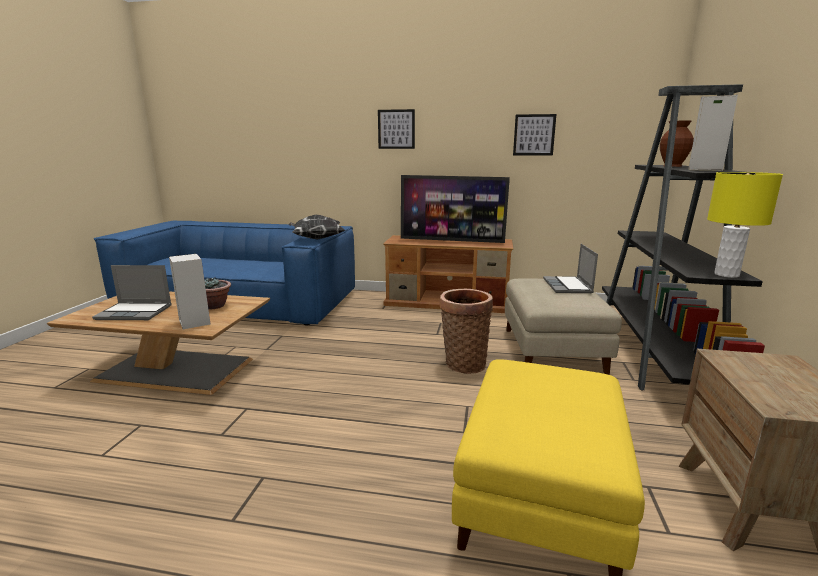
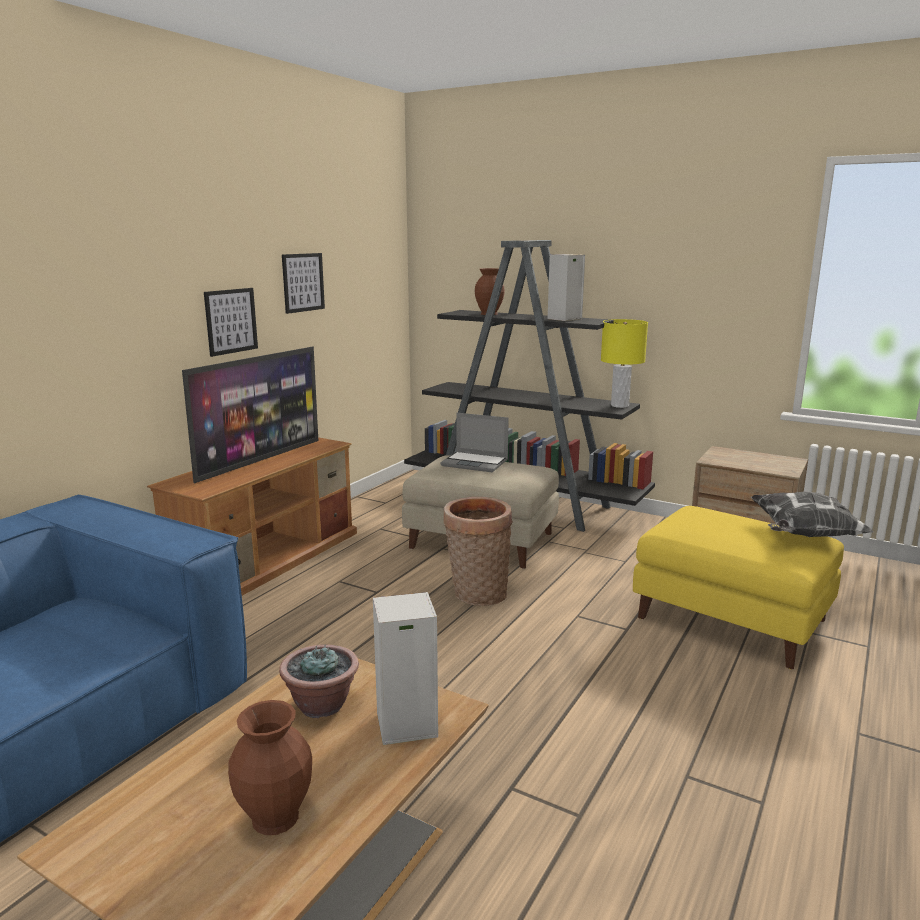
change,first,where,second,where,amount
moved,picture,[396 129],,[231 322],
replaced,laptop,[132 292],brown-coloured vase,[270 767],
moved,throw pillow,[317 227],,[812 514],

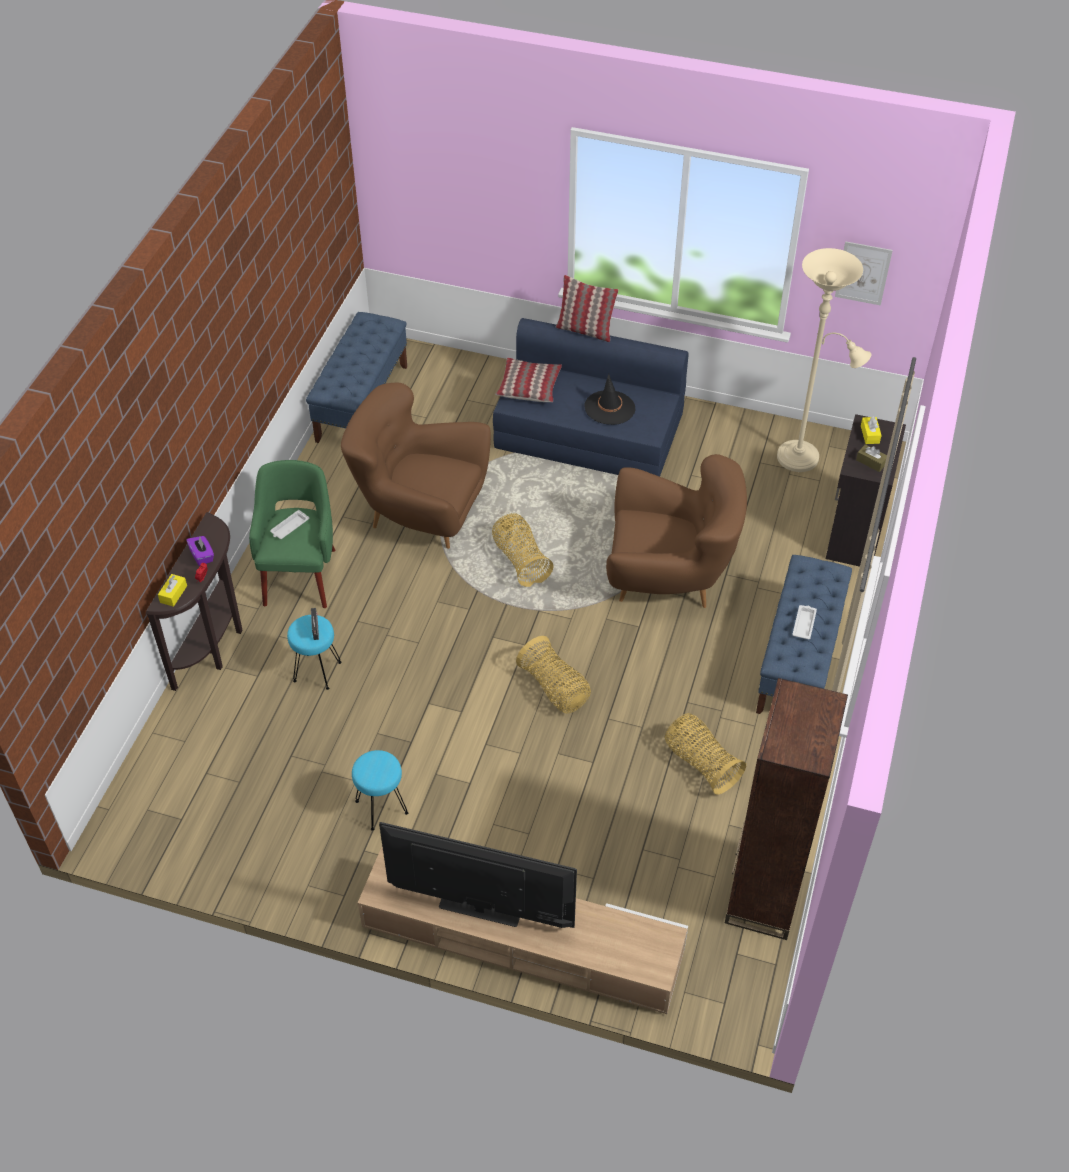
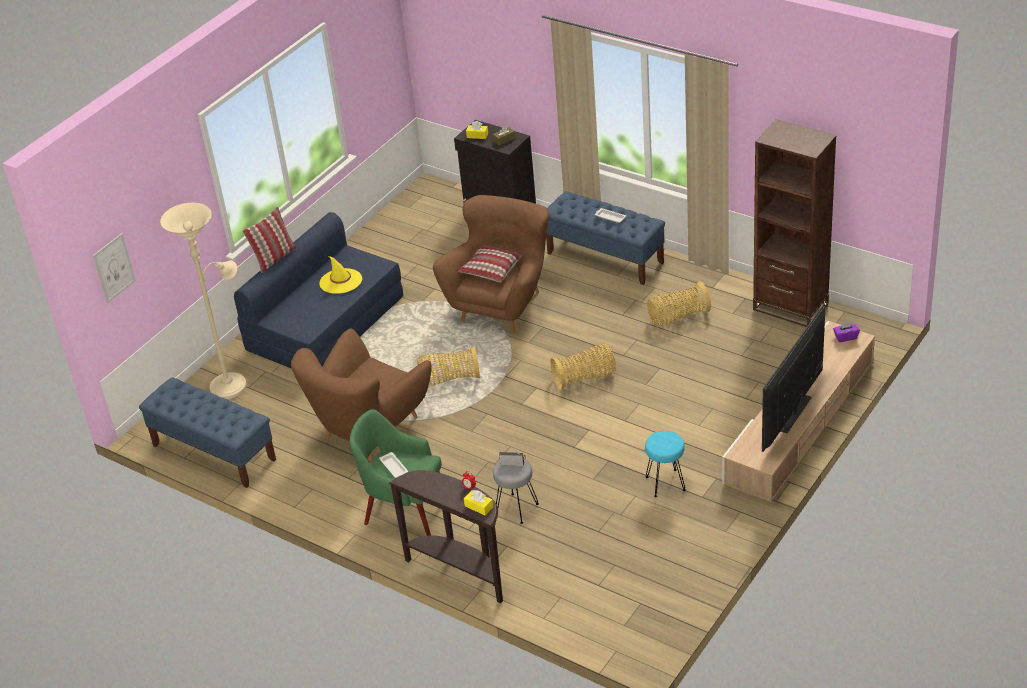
change,first,where,second,where,amount
moved,picture,[864 273],,[114 268],
moved,beige floor lamp,[824 360],,[203 301],
recoloured,blackish hat,[609 399],yellow-coloured hat,[340 274],
moved,throw pillow,[528 380],,[490 264],
recoloured,turquoise sitting stool,[314 652],gray sitting stool,[516 491],
moved,purplish tissue box,[200 551],,[846 331],

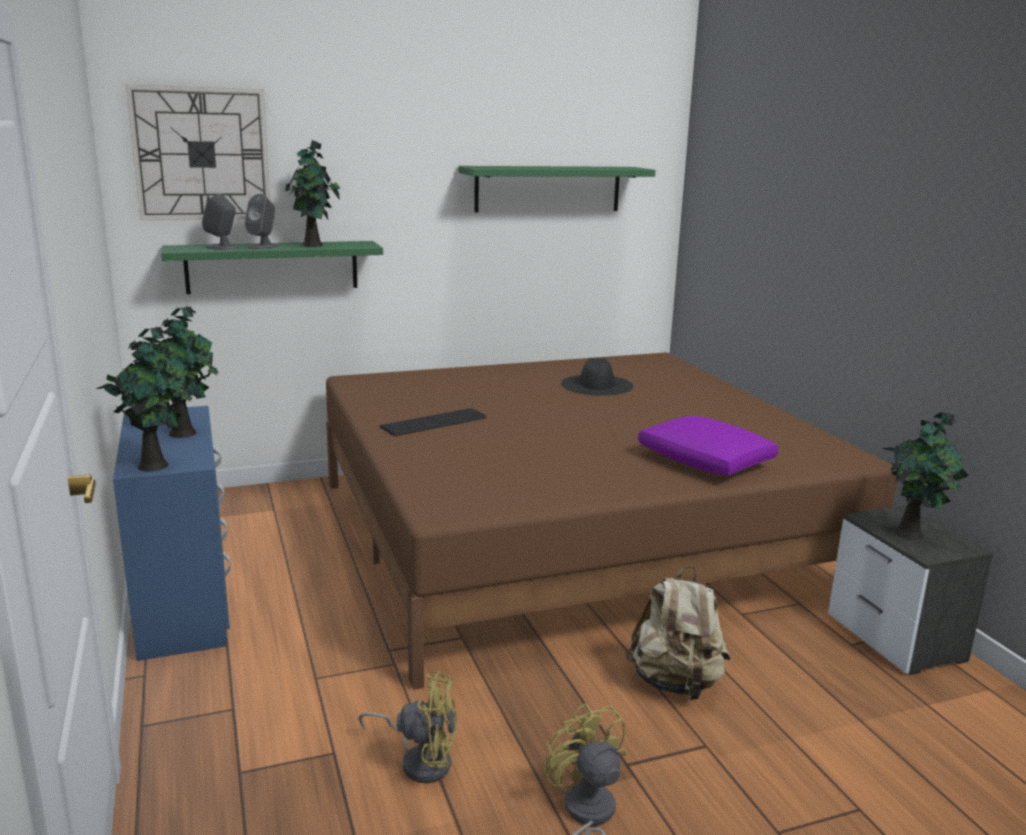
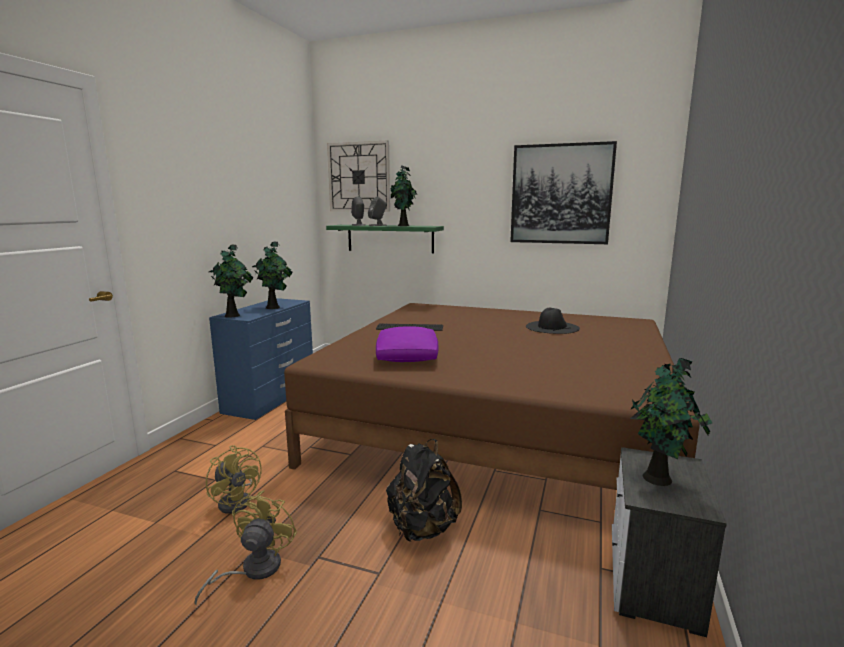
change,first,where,second,where,amount
moved,purplish throw pillow,[708 446],,[407 344],
recoloured,beige knapsack,[677 632],blackish knapsack,[424 490],
replaced,greenish shelf,[557 189],picture,[563 192],

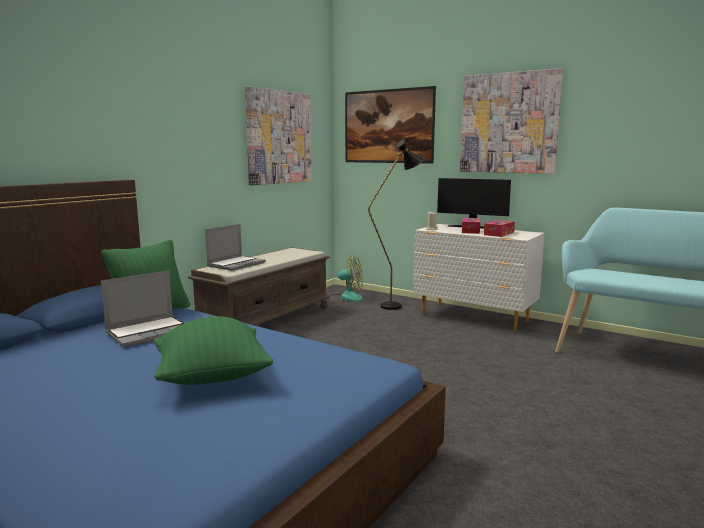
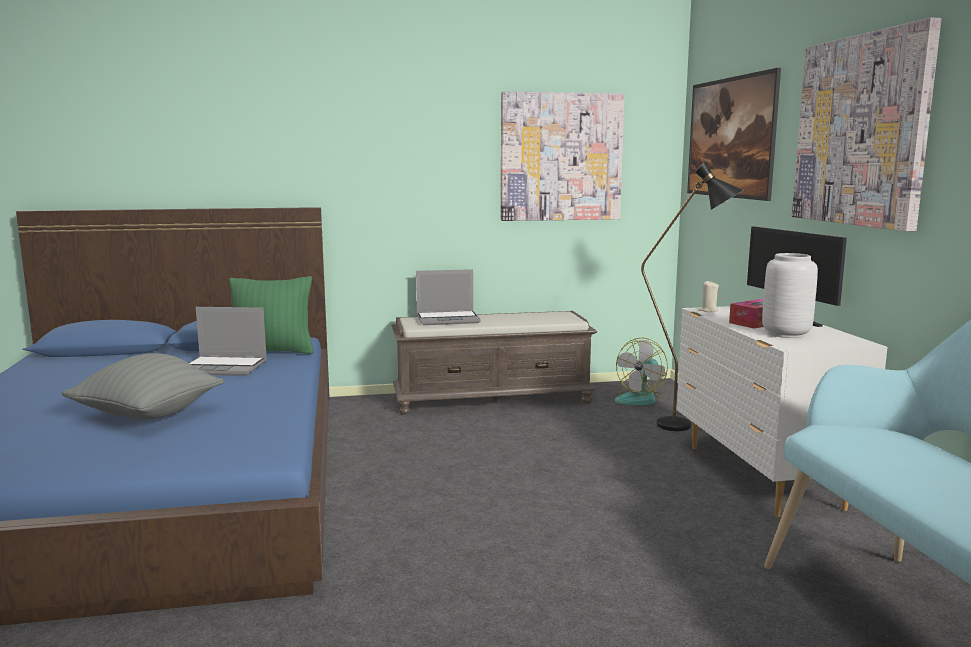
change,first,where,second,where,amount
recoloured,greenish throw pillow,[213 350],gray throw pillow,[143 386],
turned,fan,[345 279],,[641 371],75 degrees clockwise
replaced,tissue box,[499 228],gray vase,[790 295],

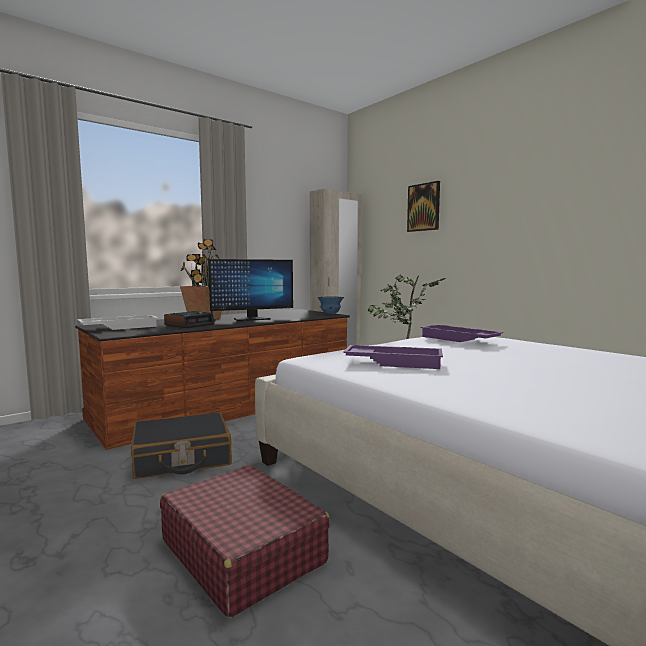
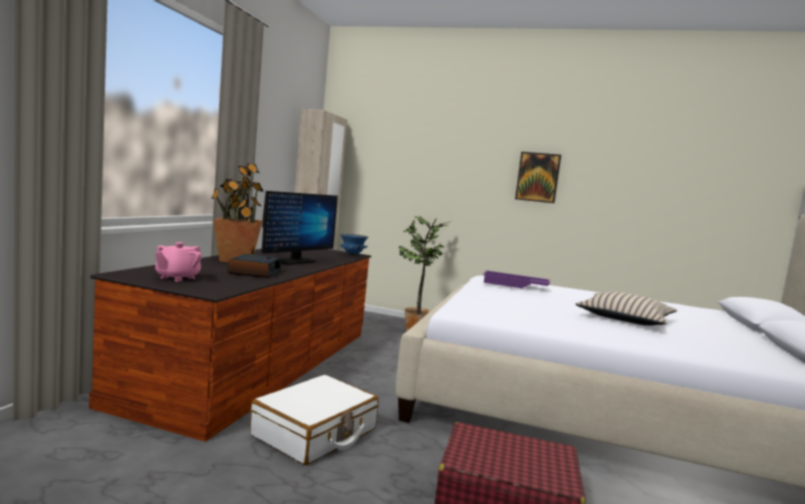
change,first,where,second,where,amount
replaced,white-coloured serving tray,[117 322],pink tea pot,[178 262],
recoloured,blackish suitcase,[181 445],white-coloured suitcase,[314 420],
moved,picture,[423 206],,[538 177],
added,,,beige throw pillow,[626 308],
removed,purplish serving tray,[393 357],,,

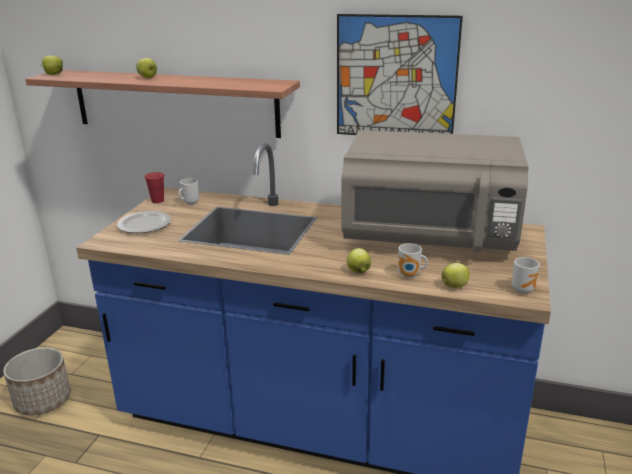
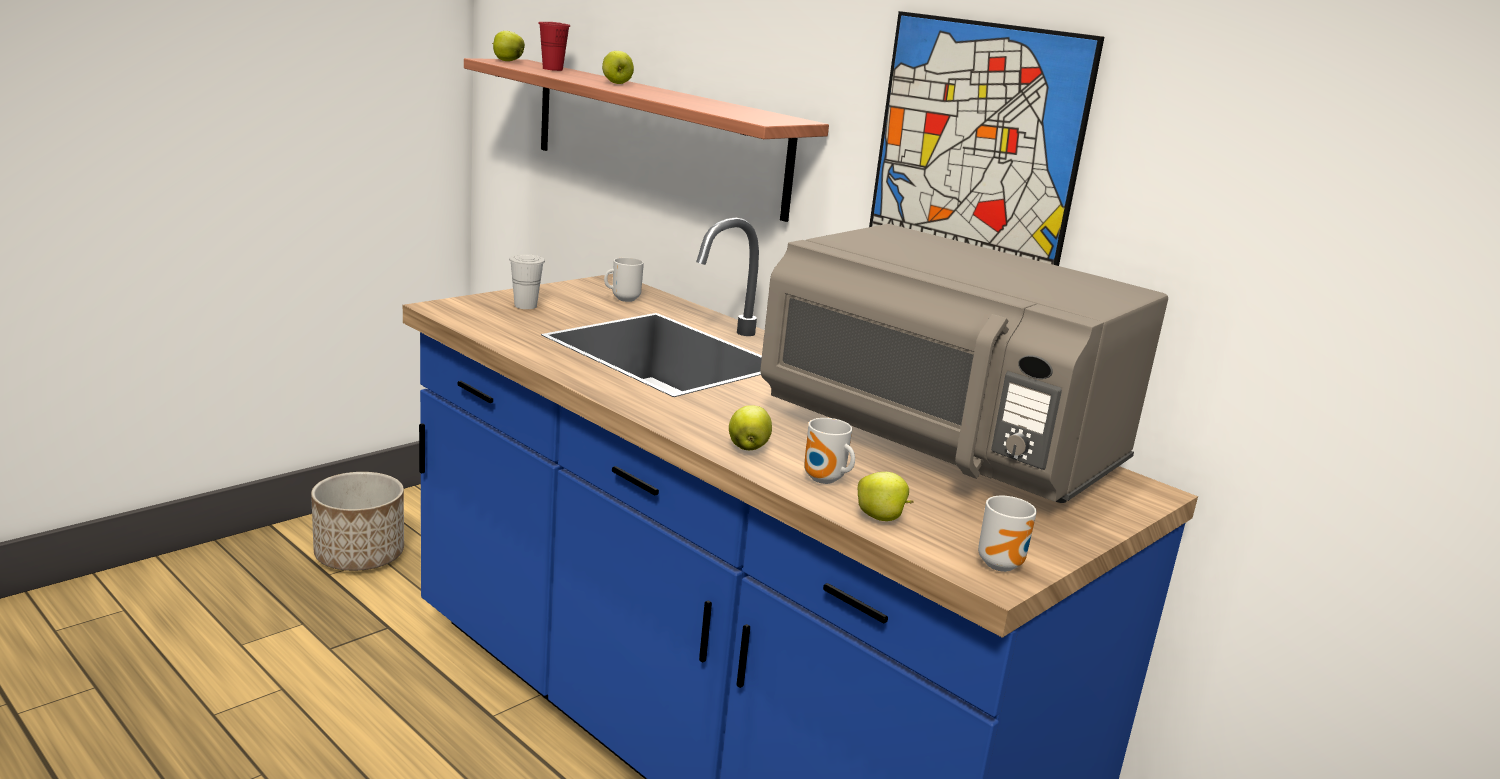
change,first,where,second,where,amount
replaced,dinner plate,[144 222],white-coloured drinking cup,[527 281],
moved,red drinking cup,[154 187],,[554 46],

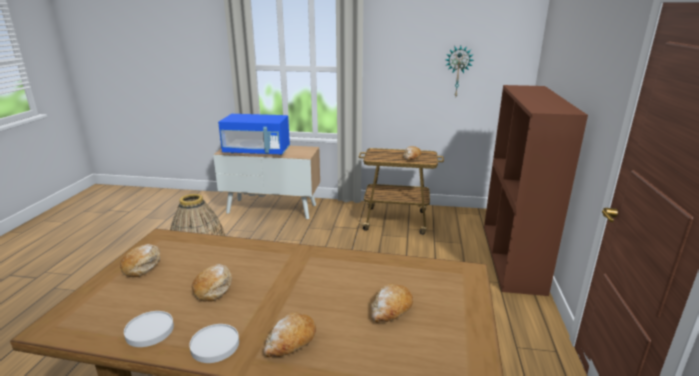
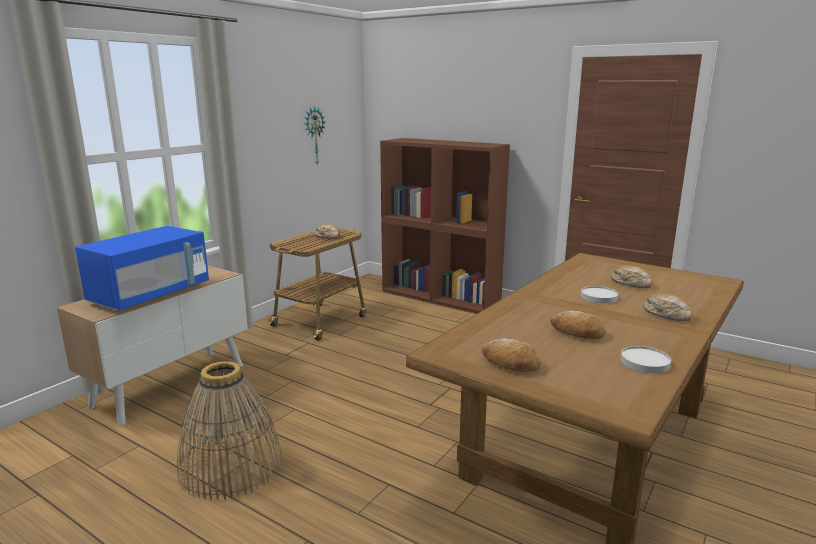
change,first,where,second,where,amount
moved,white-coloured dinner plate,[214 343],,[599 294],

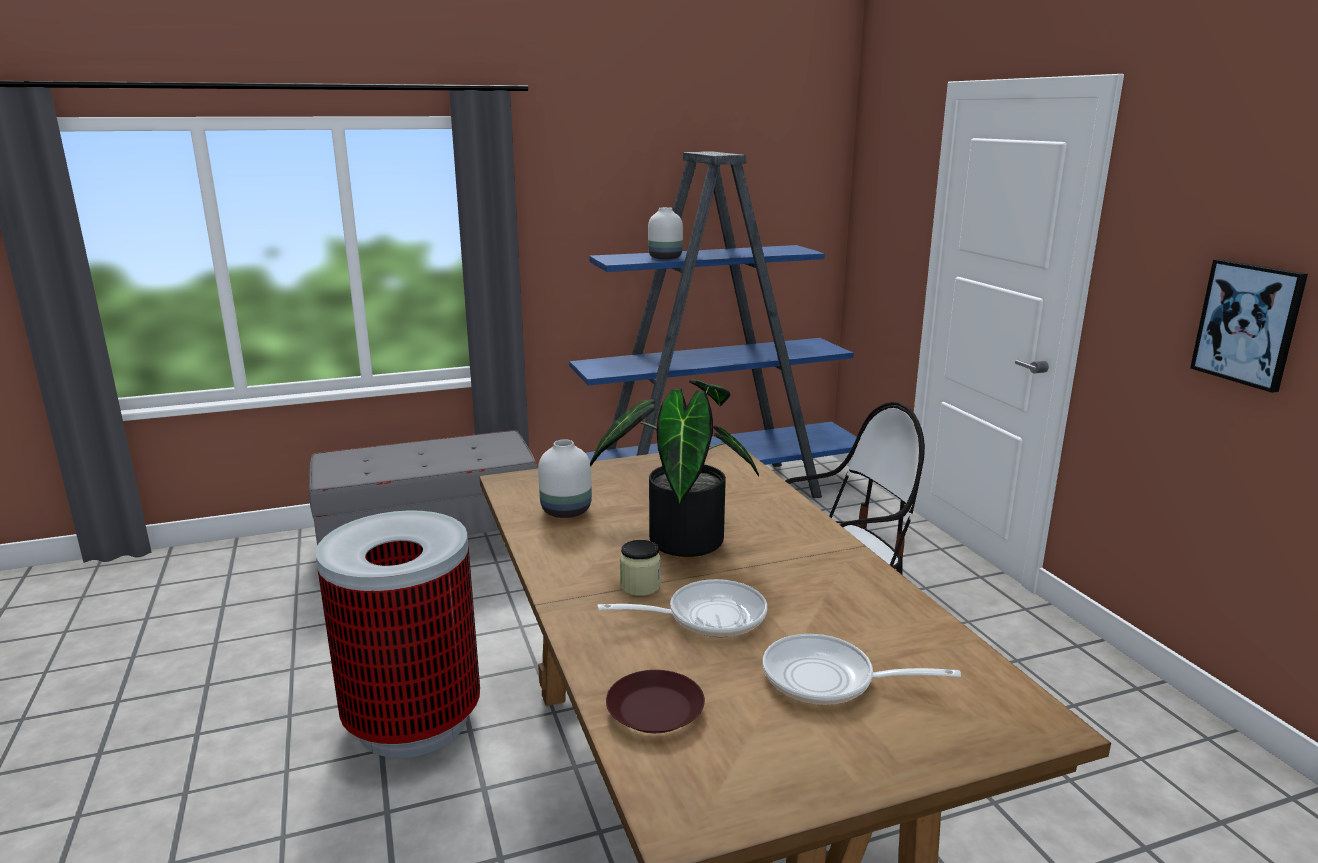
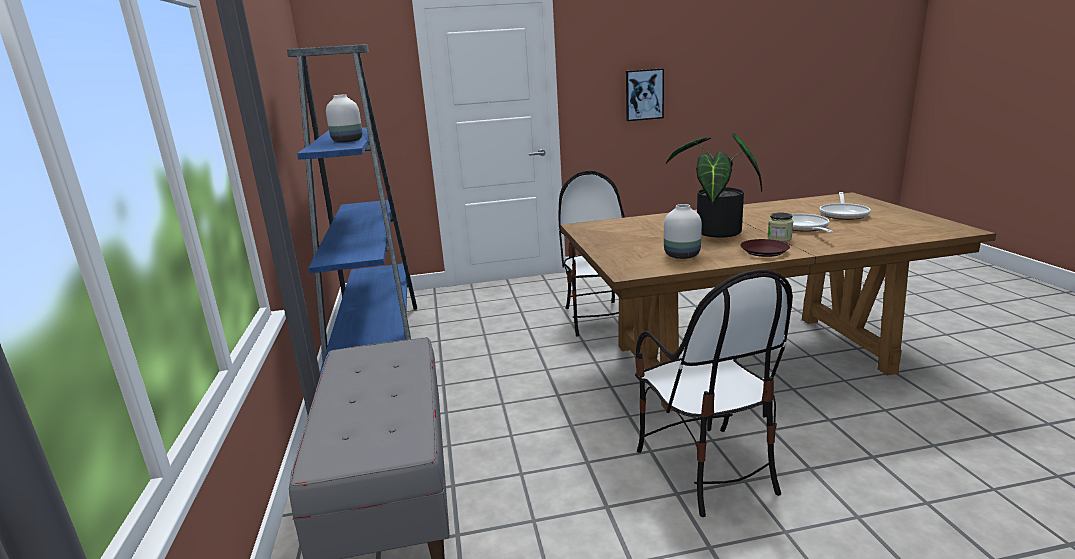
change,first,where,second,where,amount
replaced,trash can,[398 634],upright chair,[714 393],
moved,brown-coloured dinner plate,[655 701],,[765 248],

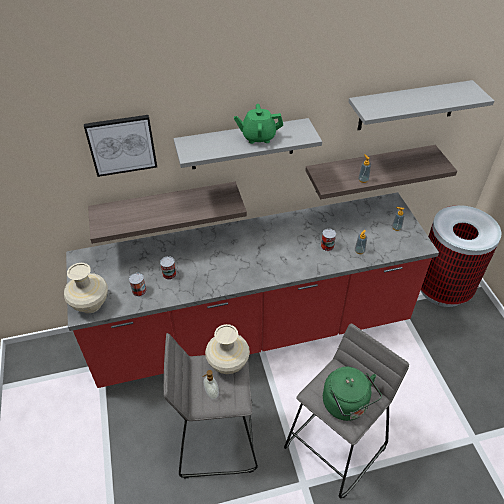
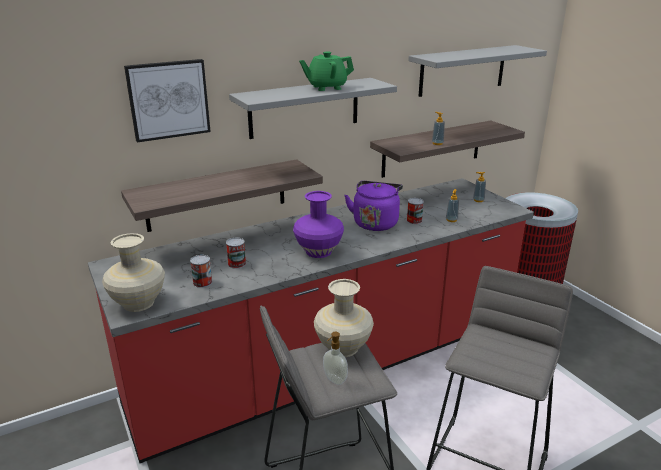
change,first,where,second,where,amount
added,,,purplish vase,[318 224],
added,,,purplish water kettle,[373 206],
removed,greenish water kettle,[352 394],,,

